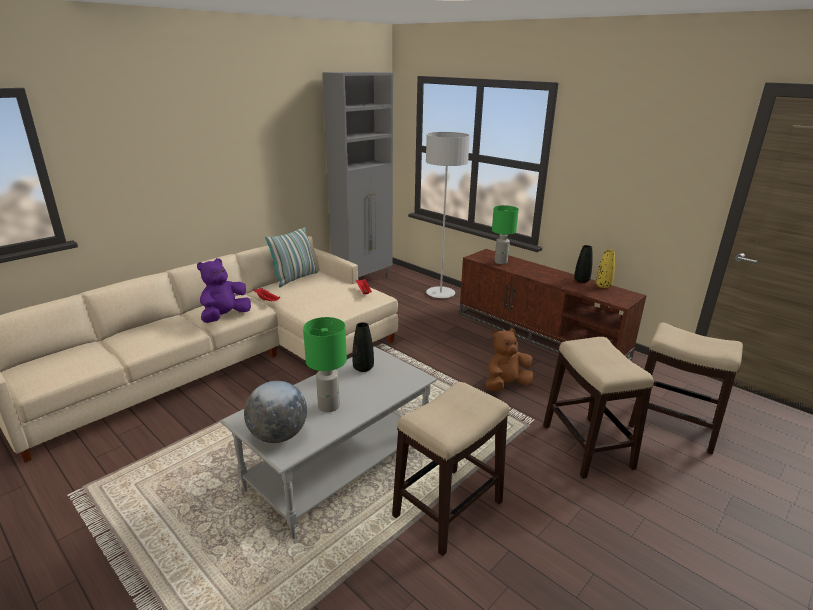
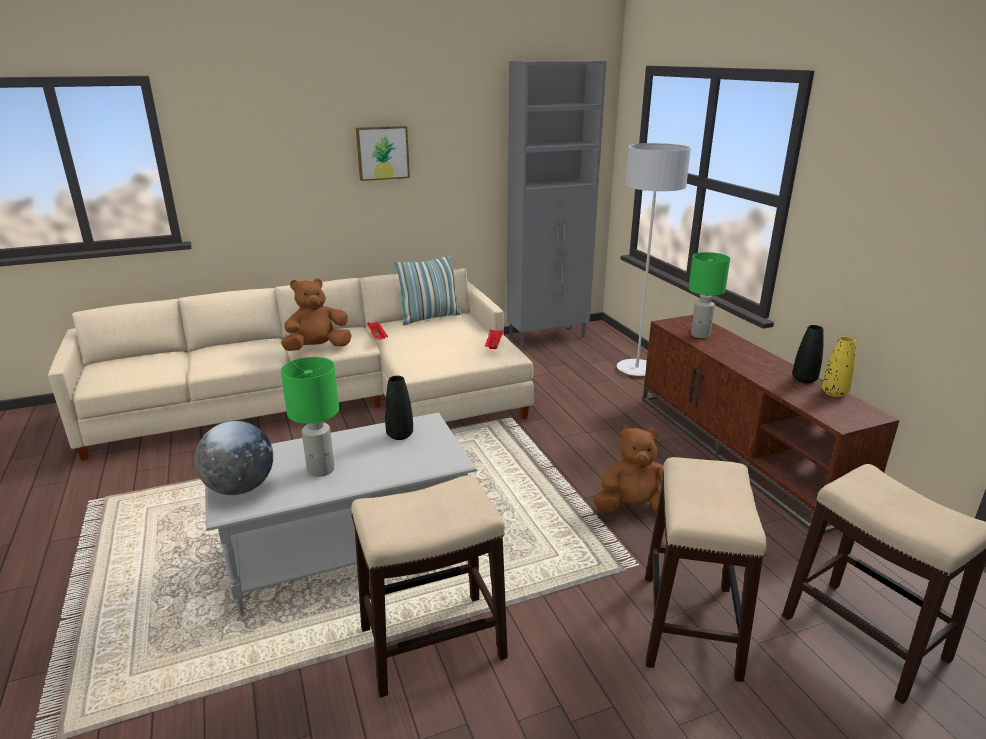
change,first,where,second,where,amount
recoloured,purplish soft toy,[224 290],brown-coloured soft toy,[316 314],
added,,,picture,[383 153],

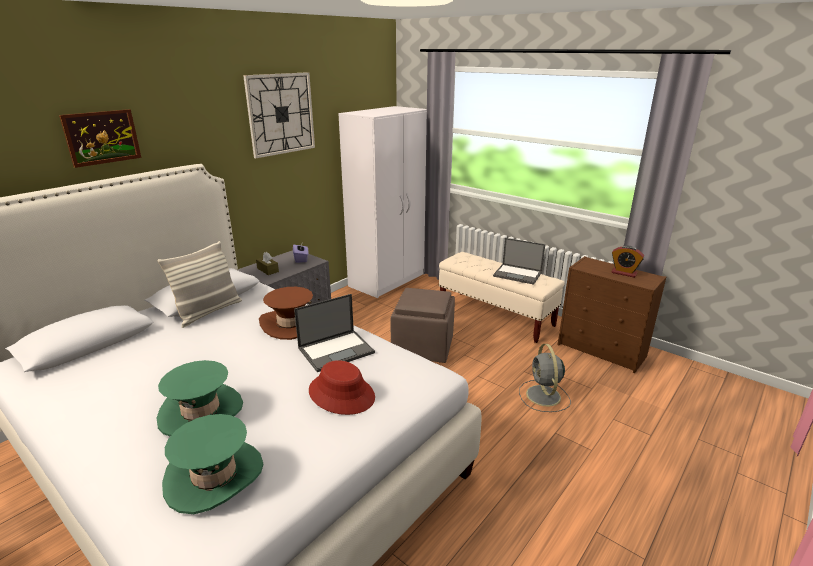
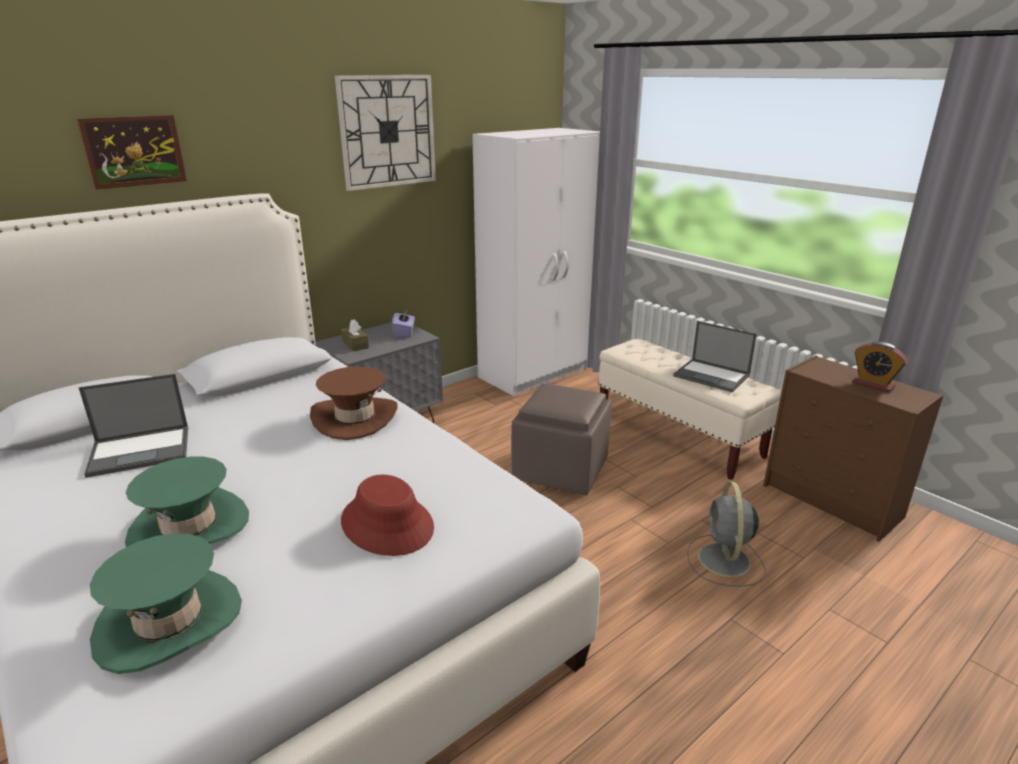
change,first,where,second,where,amount
moved,laptop,[334 333],,[133 426],
removed,throw pillow,[199 284],,,

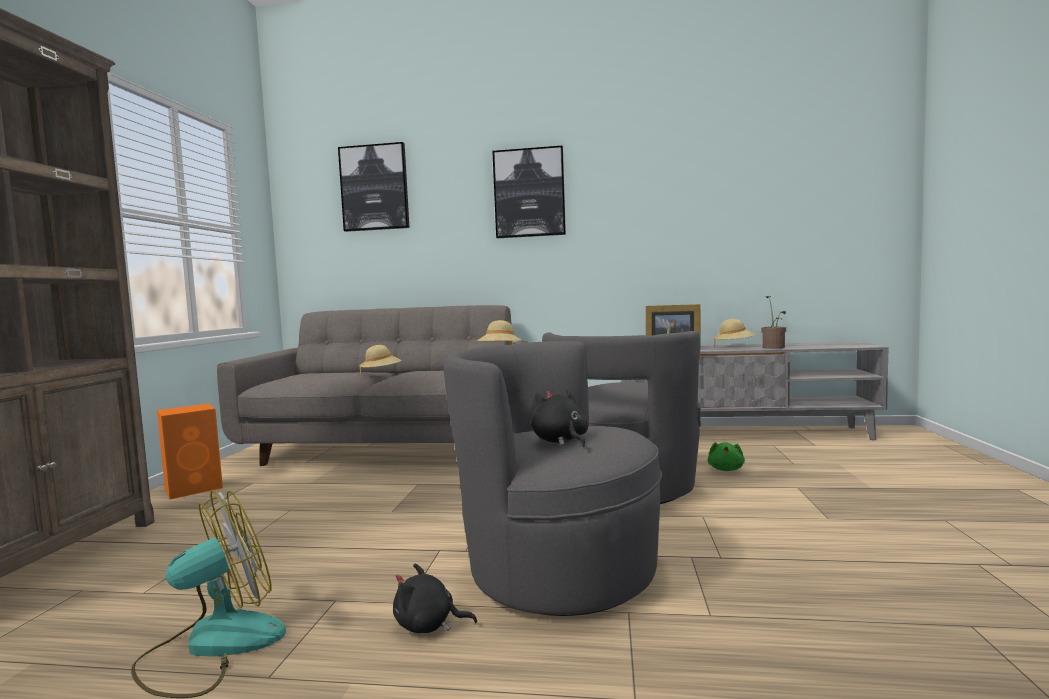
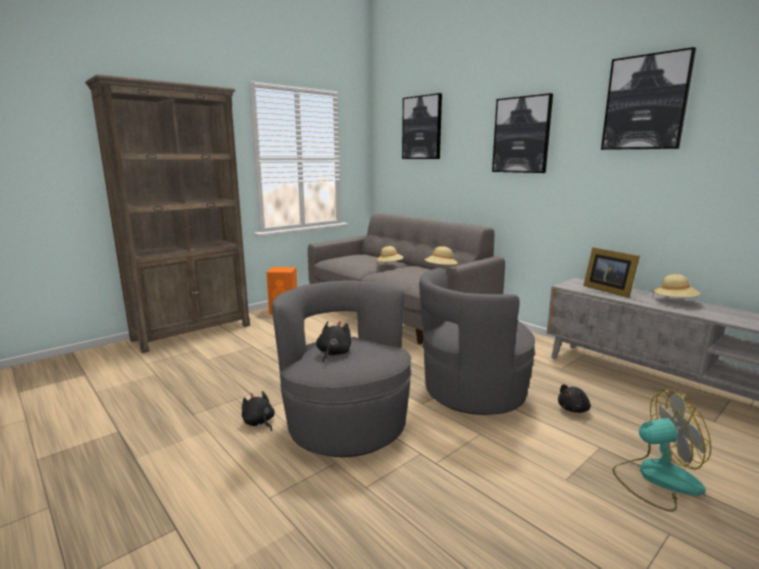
change,first,where,second,where,amount
recoloured,greenish soft toy,[726 456],blackish soft toy,[574 398],
added,,,picture,[648 98],
moved,fan,[208 594],,[661 450],
removed,potted plant,[773 322],,,

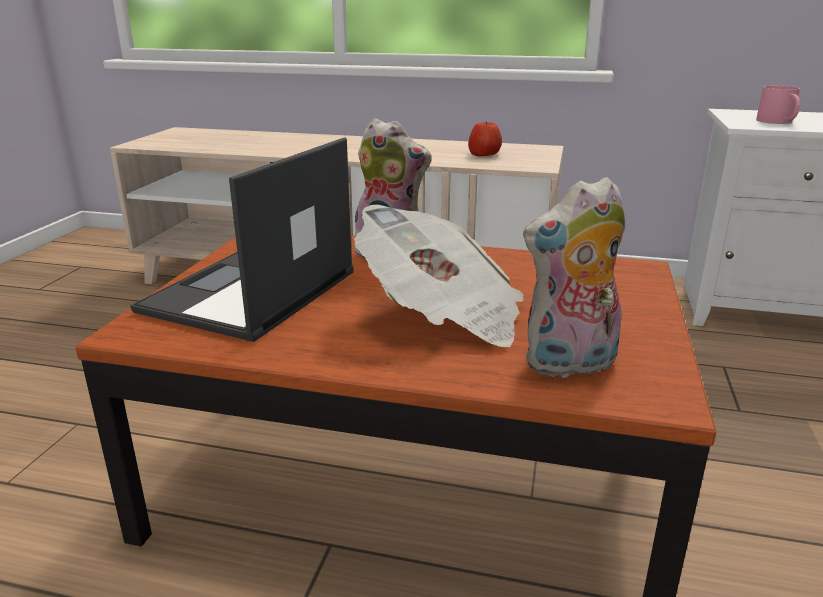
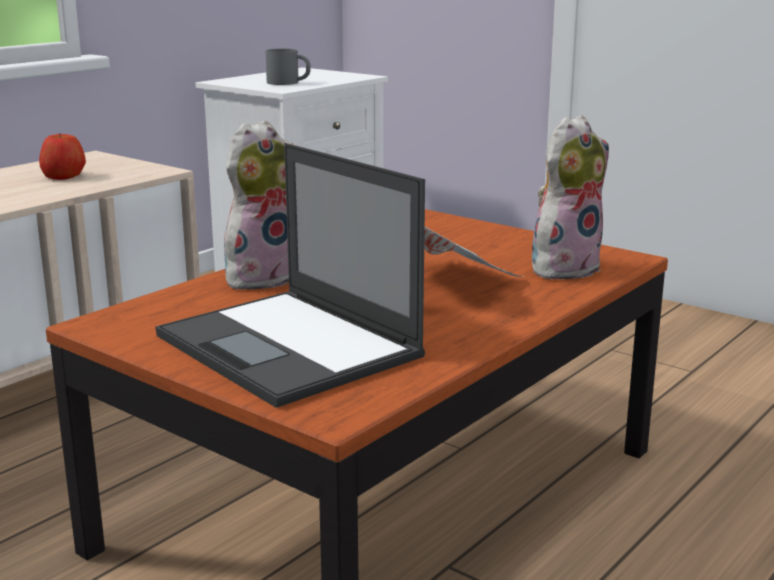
change,first,where,second,where,amount
recoloured,pink mug,[778 105],gray mug,[288 67],
turned,soft toy,[574 277],,[570 198],135 degrees counterclockwise

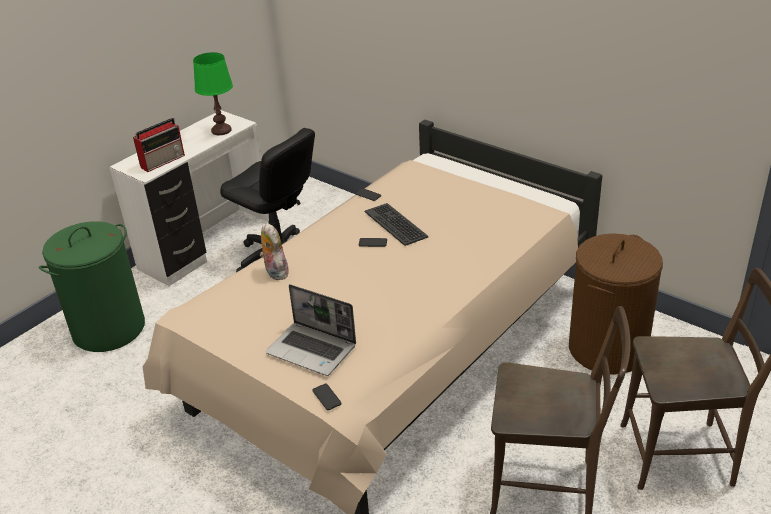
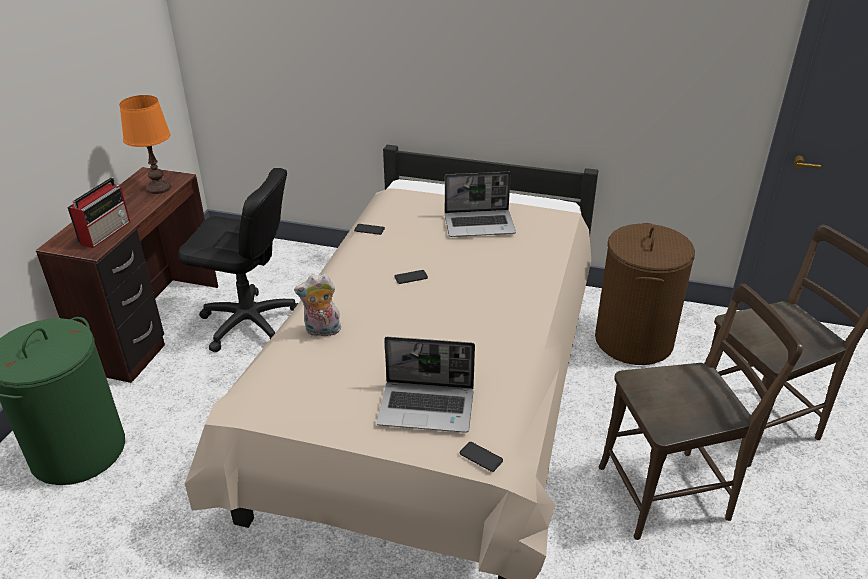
change,first,where,second,where,amount
recoloured,white-coloured desk table,[189 198],brown-coloured desk table,[127 275],
recoloured,greenish lamp for a table,[213 93],orange lamp for a table,[145 144],
turned,soft toy,[275 251],,[317 305],45 degrees counterclockwise
added,,,laptop,[480 204],
removed,keyboard,[396 224],,,

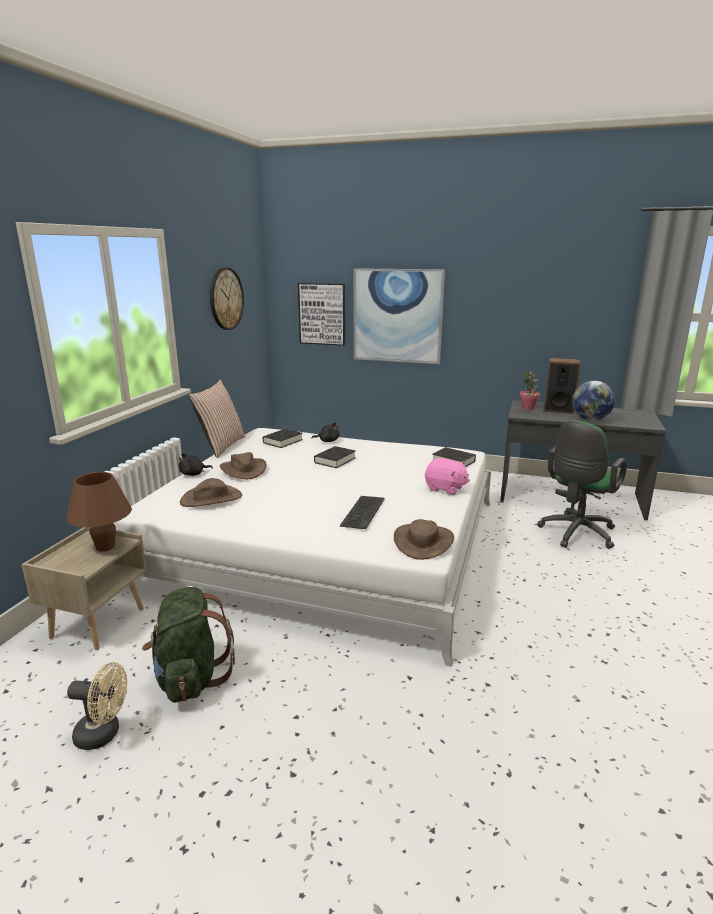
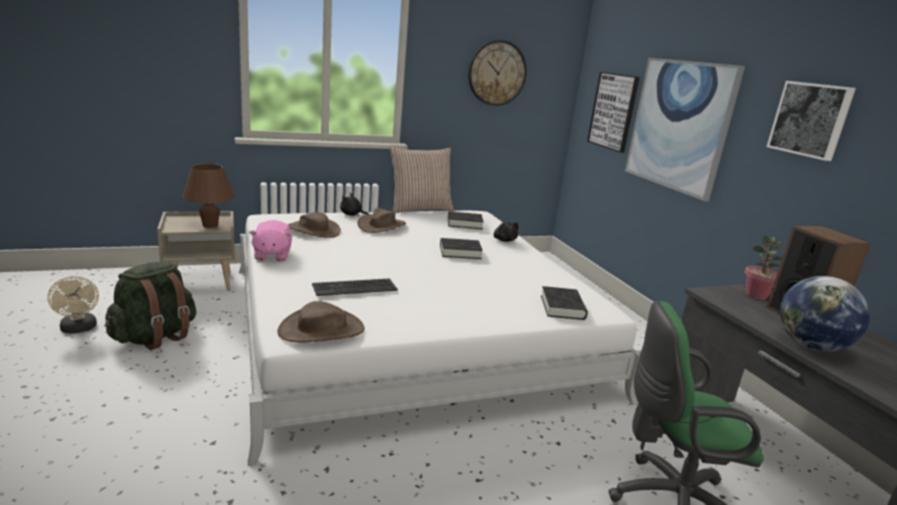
change,first,where,second,where,amount
moved,pink soft toy,[447 476],,[270 240],
added,,,picture,[811 121],

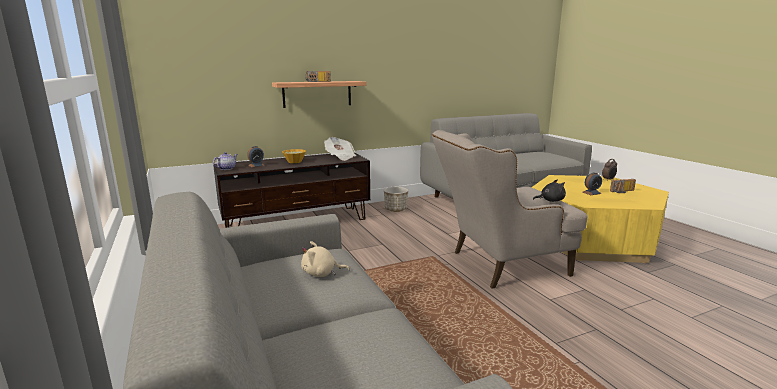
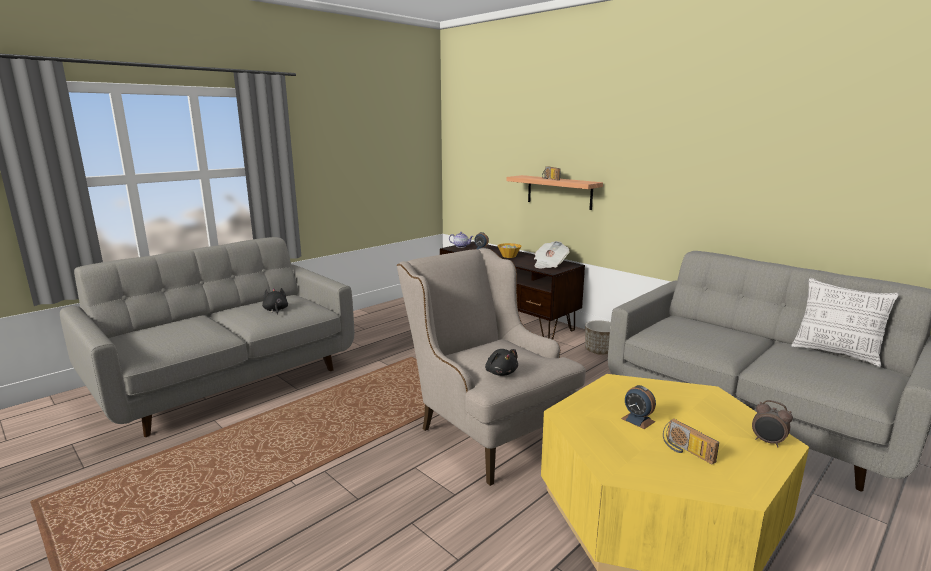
change,first,where,second,where,amount
recoloured,beige soft toy,[325 259],blackish soft toy,[275 301],
added,,,throw pillow,[845 322],

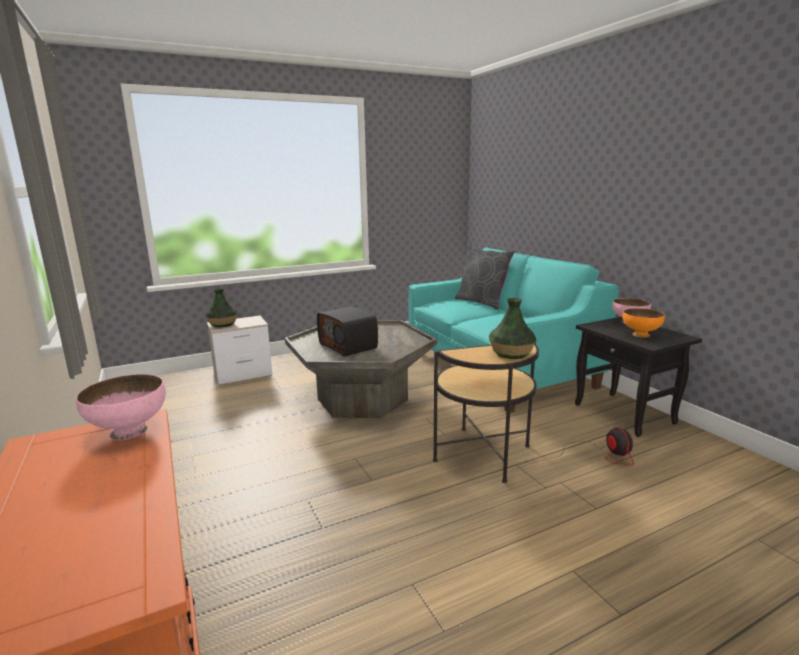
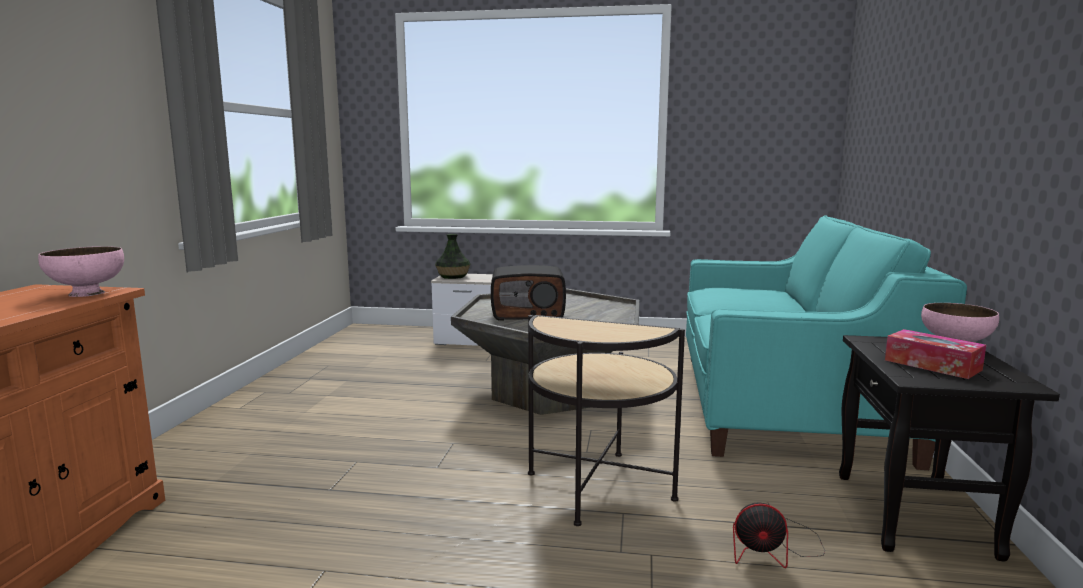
change,first,where,second,where,amount
turned,radio receiver,[347 332],,[528 293],90 degrees counterclockwise
turned,fan,[594 446],,[779 535],75 degrees clockwise
replaced,orange serving bowl,[643 323],tissue box,[935 354],
removed,gray throw pillow,[484 277],,,
removed,vase,[513 328],,,

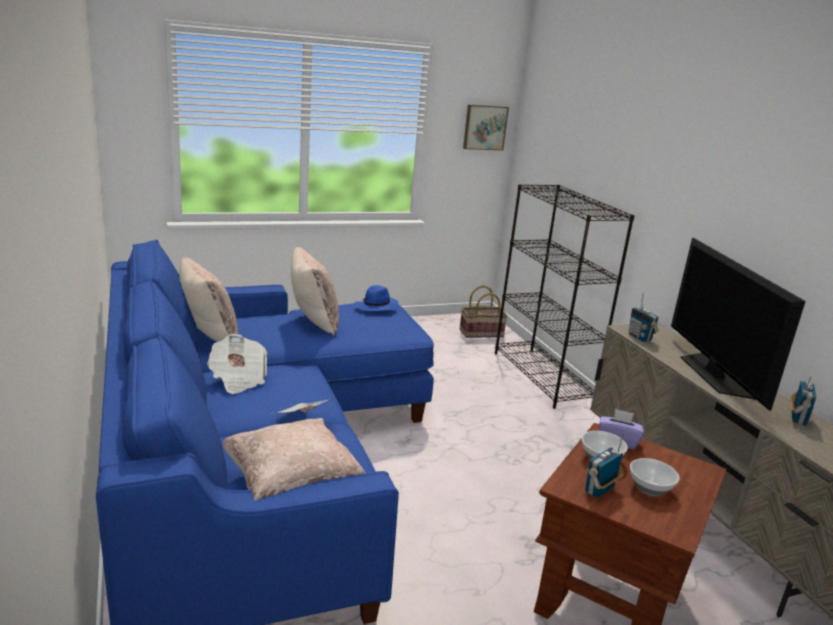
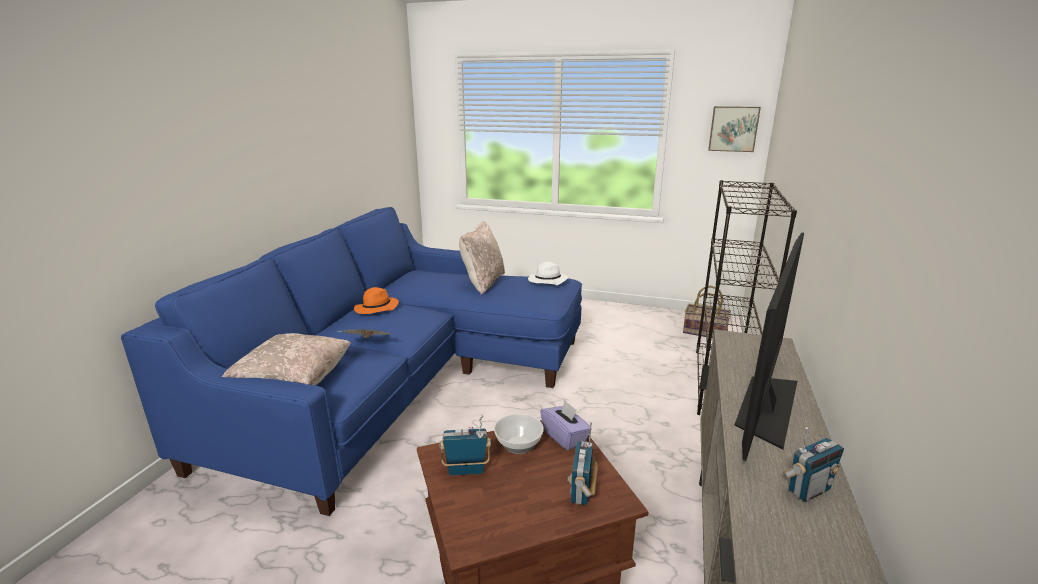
change,first,where,second,where,amount
replaced,daily paper,[237 364],orange hat,[376 300],
recoloured,bluish hat,[377 298],white-coloured hat,[548 273],
moved,radio receiver,[644 317],,[583 464],
removed,beige throw pillow,[208 299],,,
removed,serving bowl,[654 477],,,

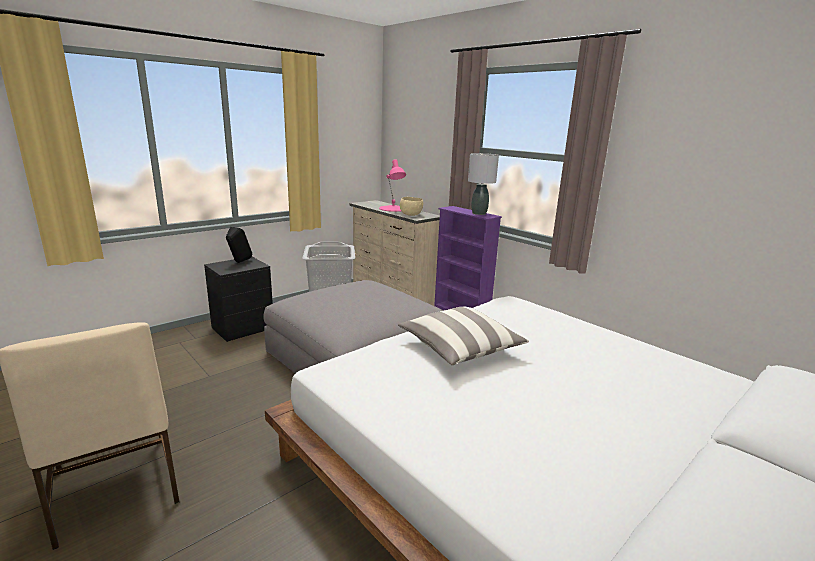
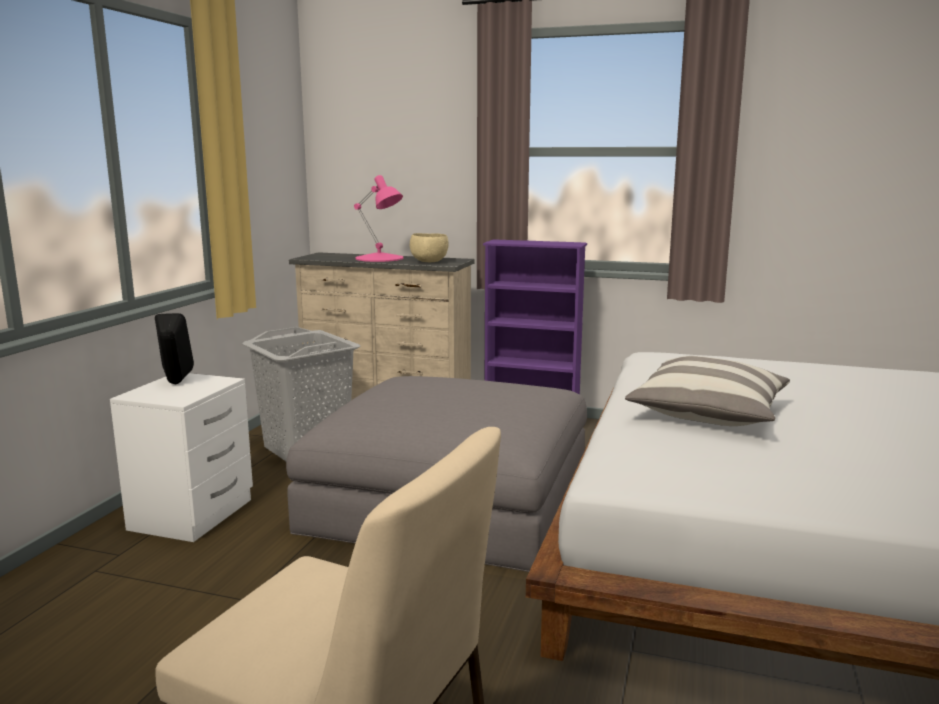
change,first,where,second,where,amount
recoloured,blackish night table,[238 299],white-coloured night table,[181 457],
removed,gray lamp for a table,[483 184],,,

